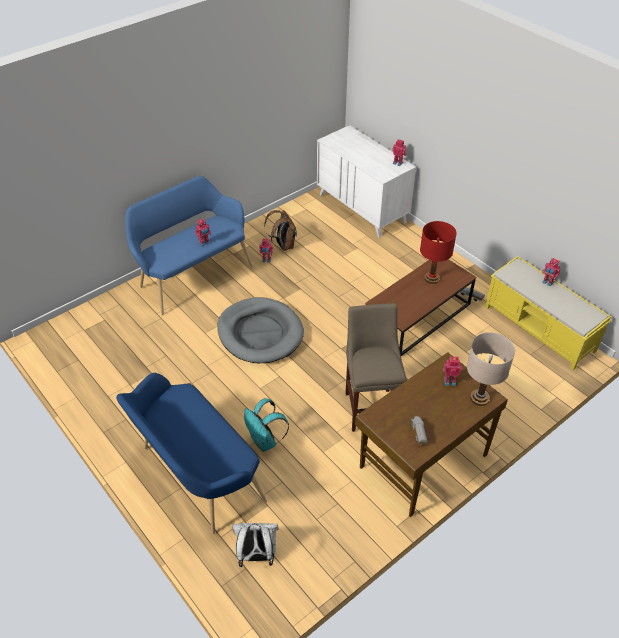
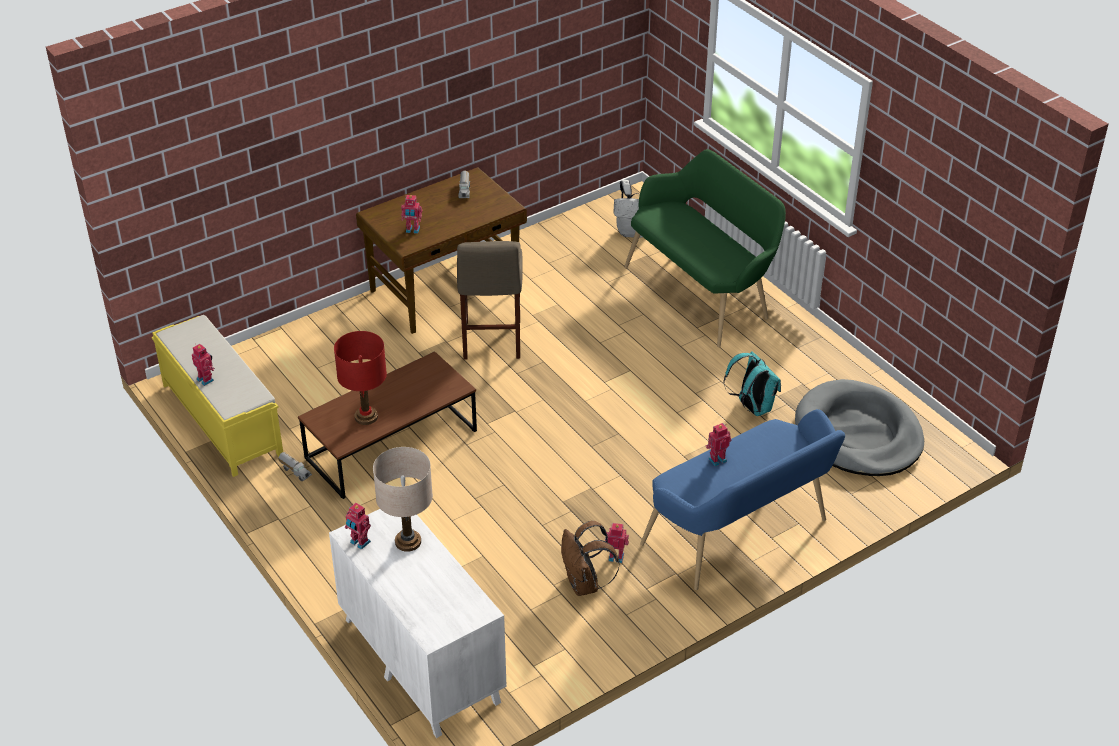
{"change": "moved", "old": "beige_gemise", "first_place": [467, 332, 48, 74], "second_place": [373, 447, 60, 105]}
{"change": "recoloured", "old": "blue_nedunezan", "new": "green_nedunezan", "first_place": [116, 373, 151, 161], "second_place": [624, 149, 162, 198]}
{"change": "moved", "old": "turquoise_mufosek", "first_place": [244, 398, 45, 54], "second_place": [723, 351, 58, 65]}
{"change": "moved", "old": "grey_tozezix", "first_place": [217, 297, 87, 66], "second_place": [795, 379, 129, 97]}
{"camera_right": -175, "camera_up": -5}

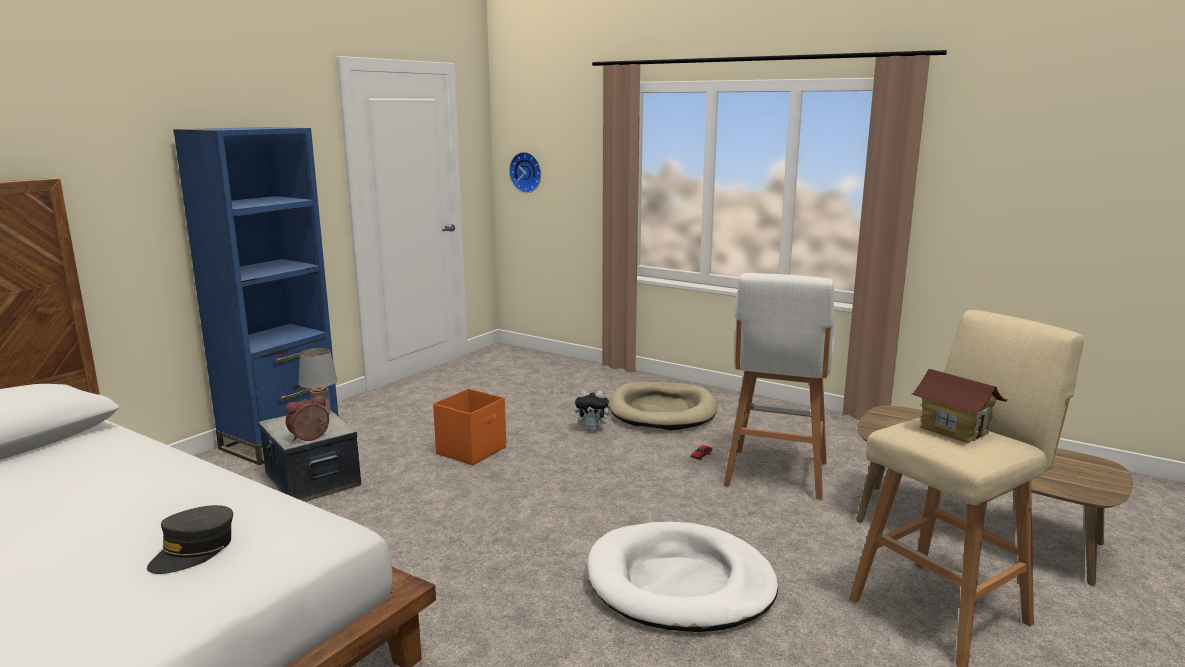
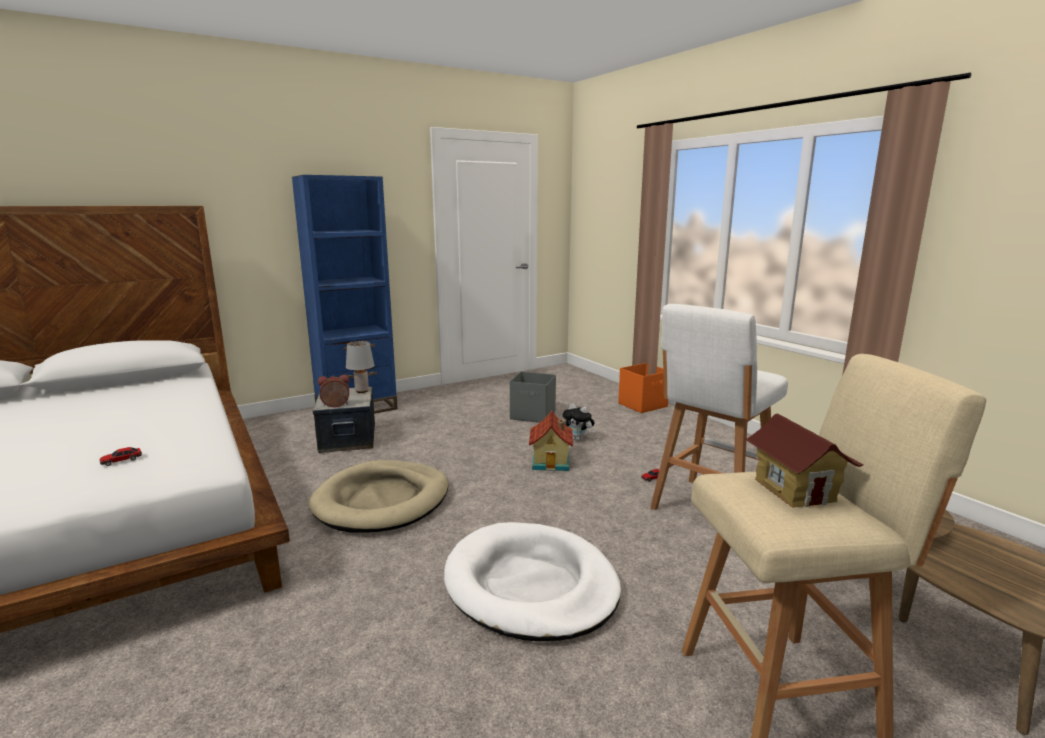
{"change": "replaced", "old": "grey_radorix", "new": "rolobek", "first_place": [147, 505, 86, 69], "second_place": [100, 447, 42, 19]}
{"change": "moved", "old": "beige_tozezix", "first_place": [609, 382, 108, 48], "second_place": [309, 460, 139, 73]}
{"change": "added", "new": "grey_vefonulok", "second_place": [510, 372, 46, 51]}
{"change": "added", "new": "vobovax", "second_place": [529, 411, 44, 60]}
{"change": "moved", "old": "orange_vefonulok", "first_place": [433, 389, 73, 76], "second_place": [618, 363, 50, 50]}
{"change": "removed", "old": "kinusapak", "first_place": [509, 152, 32, 41]}
{"camera_right": 25, "camera_up": 0}

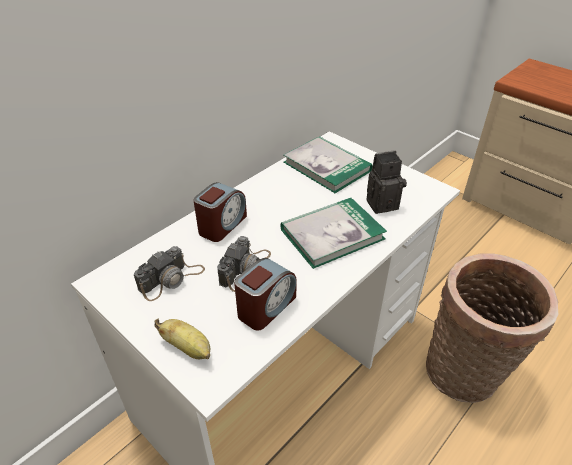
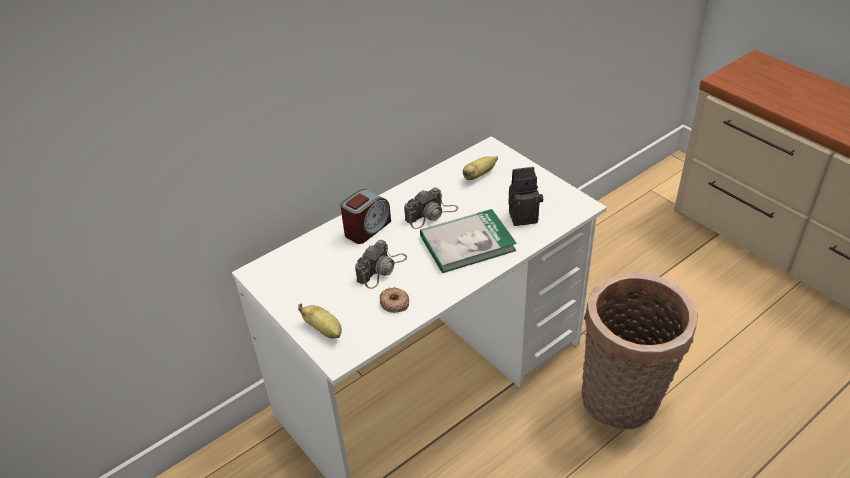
{"change": "replaced", "old": "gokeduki", "new": "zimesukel", "first_place": [234, 258, 63, 72], "second_place": [380, 287, 29, 26]}
{"change": "moved", "old": "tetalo", "first_place": [134, 246, 71, 55], "second_place": [404, 187, 54, 42]}
{"change": "replaced", "old": "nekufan", "new": "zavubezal", "first_place": [283, 136, 89, 57], "second_place": [463, 156, 35, 24]}
{"camera_right": 10, "camera_up": 0}

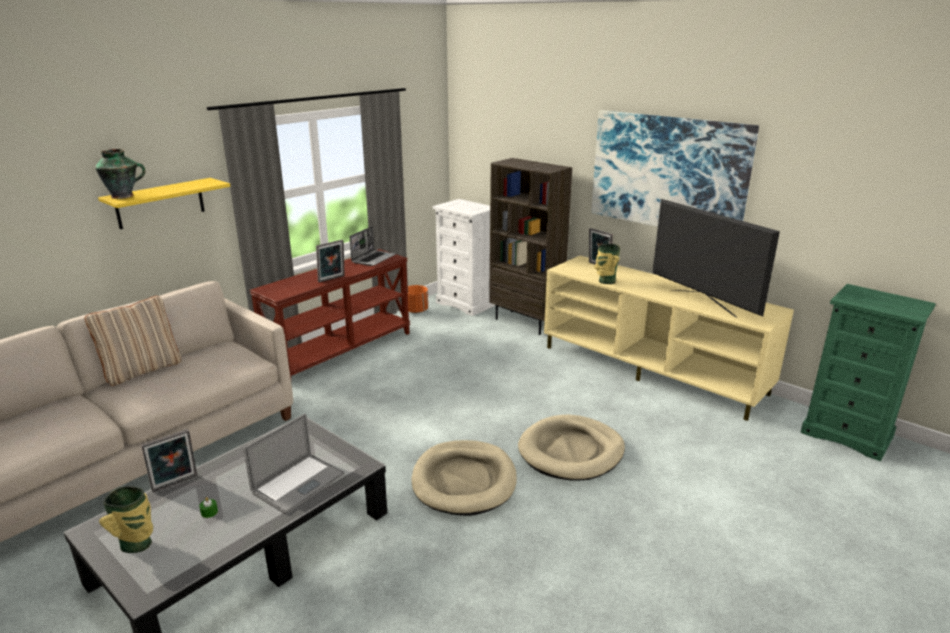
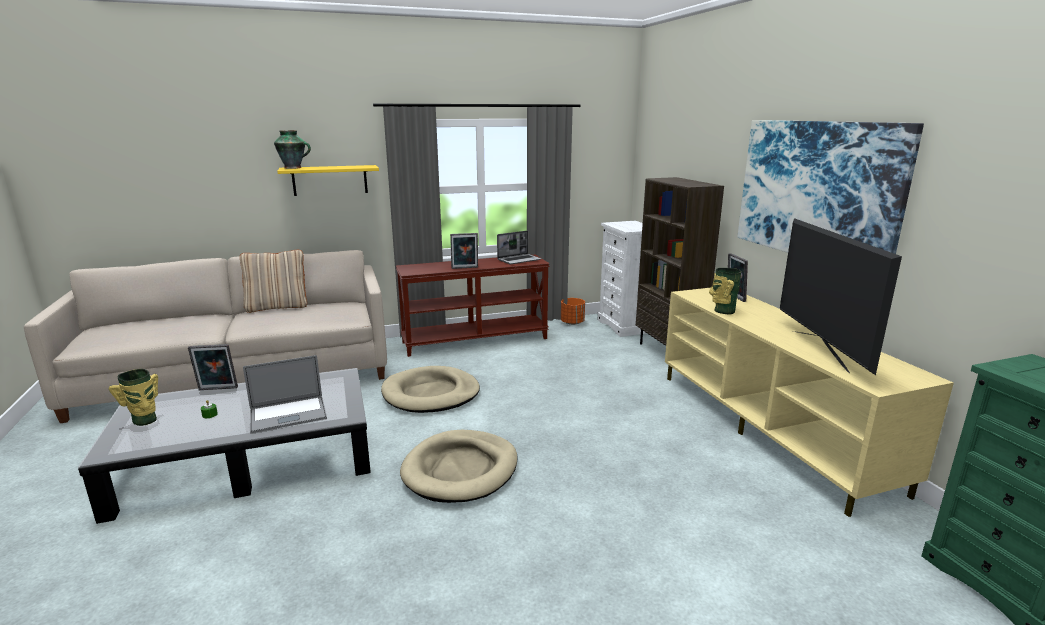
{"change": "moved", "old": "beige_tozezix", "first_place": [518, 415, 107, 66], "second_place": [381, 366, 99, 47]}
{"camera_right": 30, "camera_up": -5}

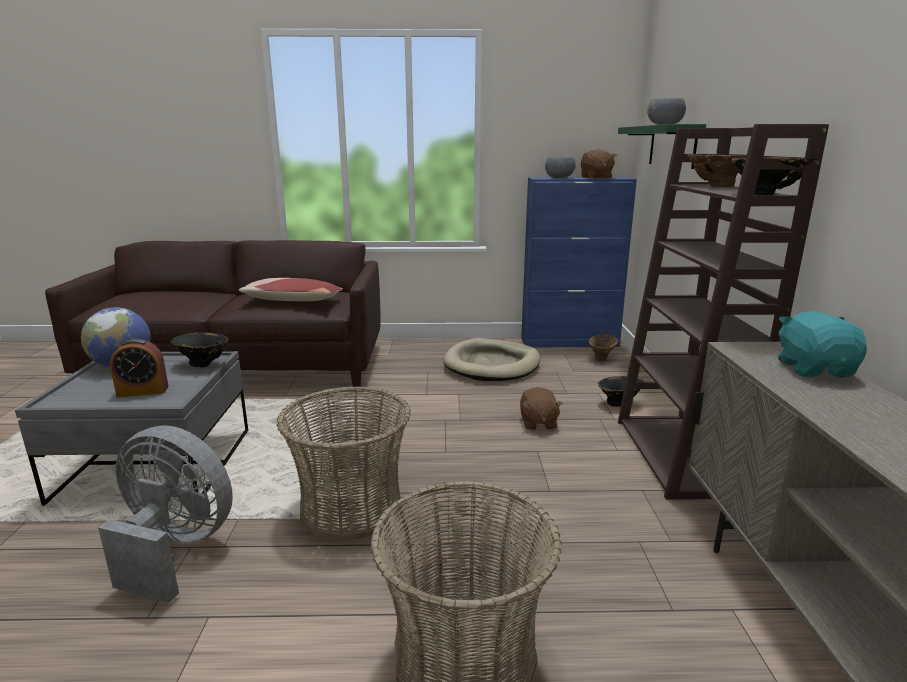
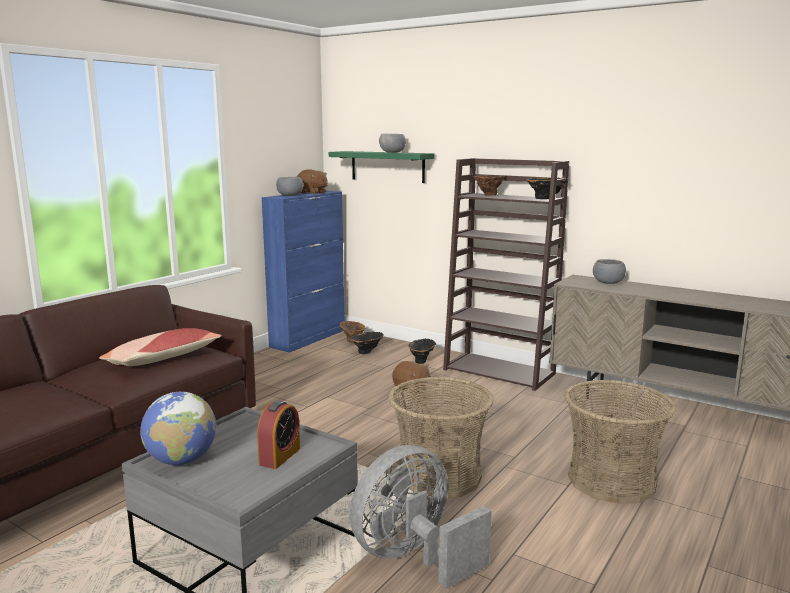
{"change": "moved", "old": "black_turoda", "first_place": [171, 332, 57, 35], "second_place": [351, 332, 33, 22]}
{"change": "replaced", "old": "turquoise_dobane", "new": "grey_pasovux", "first_place": [778, 311, 89, 66], "second_place": [593, 259, 33, 25]}
{"change": "removed", "old": "beige_tozezix", "first_place": [443, 338, 97, 43]}
{"camera_right": -55, "camera_up": -5}

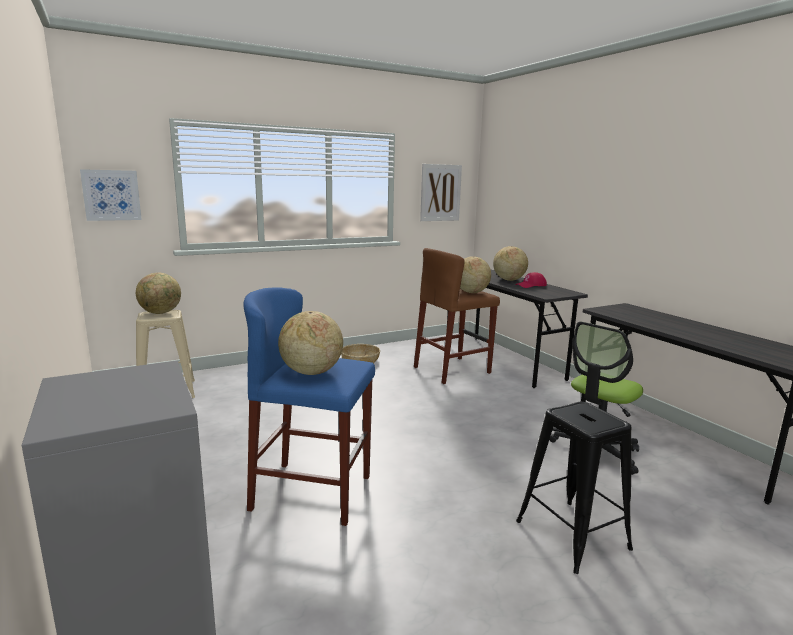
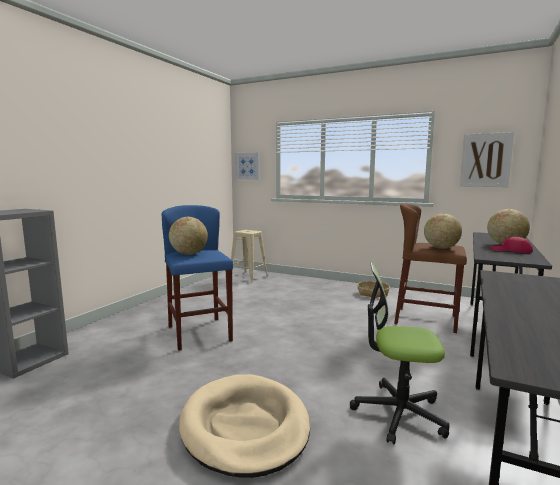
{"change": "replaced", "old": "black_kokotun", "new": "beige_tozezix", "first_place": [516, 402, 117, 172], "second_place": [179, 374, 131, 104]}
{"change": "removed", "old": "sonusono", "first_place": [136, 272, 45, 42]}
{"camera_right": 55, "camera_up": -5}

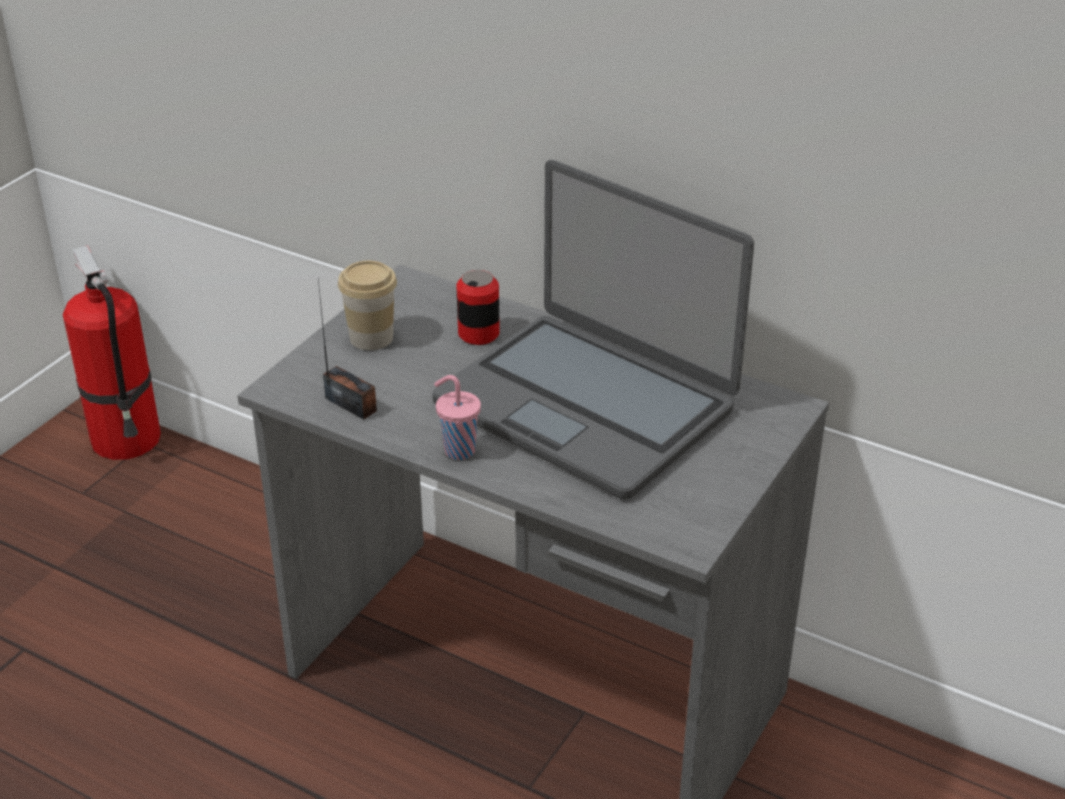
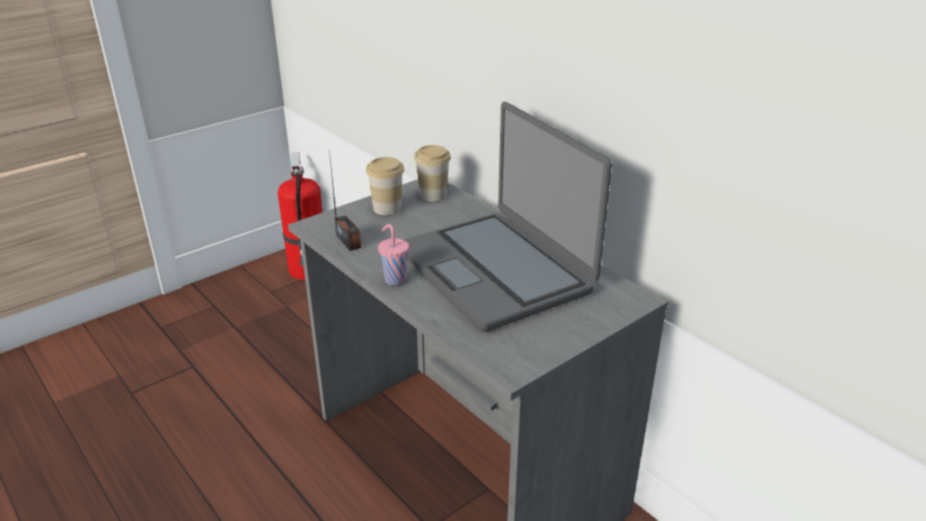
{"change": "added", "new": "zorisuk", "second_place": [414, 145, 37, 57]}
{"change": "removed", "old": "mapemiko", "first_place": [456, 270, 44, 75]}
{"camera_right": 20, "camera_up": -5}

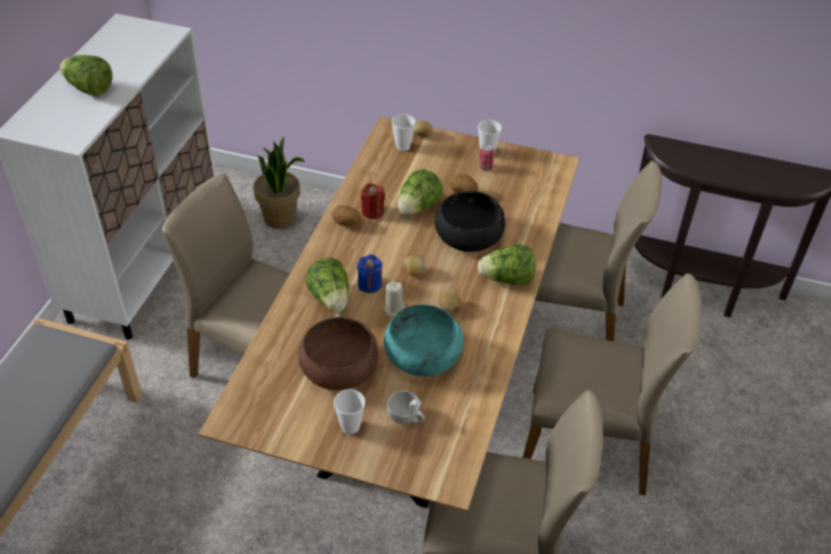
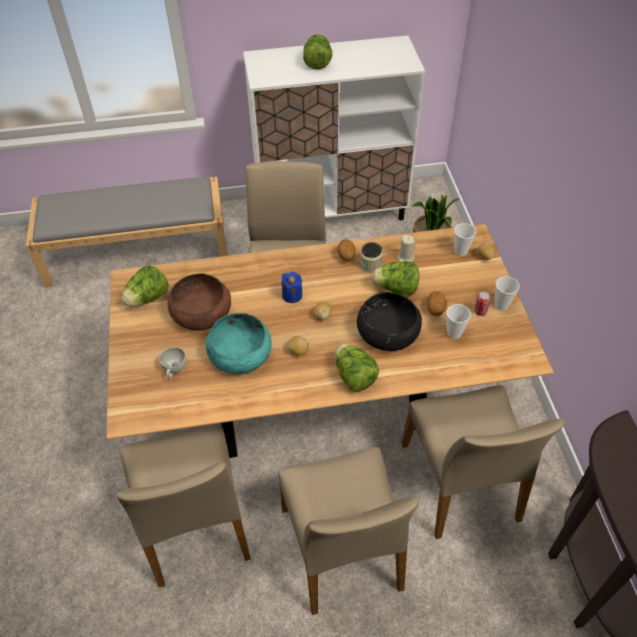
{"change": "moved", "old": "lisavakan", "first_place": [305, 258, 44, 54], "second_place": [121, 266, 47, 41]}
{"change": "replaced", "old": "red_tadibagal", "new": "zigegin", "first_place": [361, 183, 24, 36], "second_place": [360, 242, 23, 31]}
{"change": "moved", "old": "beige_tadibagal", "first_place": [384, 281, 21, 36], "second_place": [397, 235, 18, 27]}
{"change": "moved", "old": "zorisuk", "first_place": [334, 389, 31, 45], "second_place": [446, 304, 25, 35]}
{"camera_right": 65, "camera_up": 5}

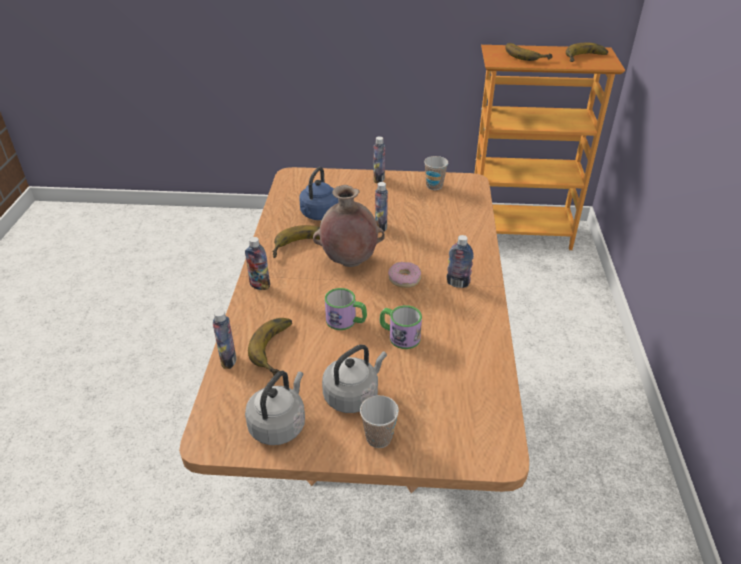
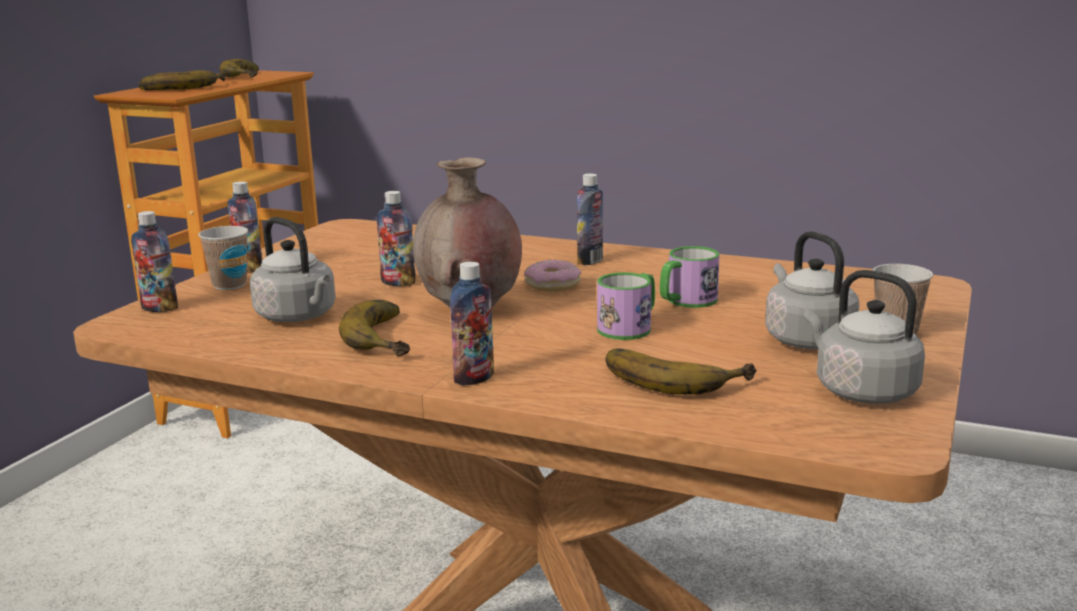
{"change": "moved", "old": "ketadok", "first_place": [213, 309, 23, 60], "second_place": [131, 211, 47, 101]}
{"change": "moved", "old": "zorisuk", "first_place": [424, 156, 24, 34], "second_place": [198, 226, 50, 64]}
{"change": "recoloured", "old": "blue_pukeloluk", "new": "grey_pukeloluk", "first_place": [299, 167, 40, 53], "second_place": [250, 217, 86, 105]}
{"camera_right": -70, "camera_up": -20}

